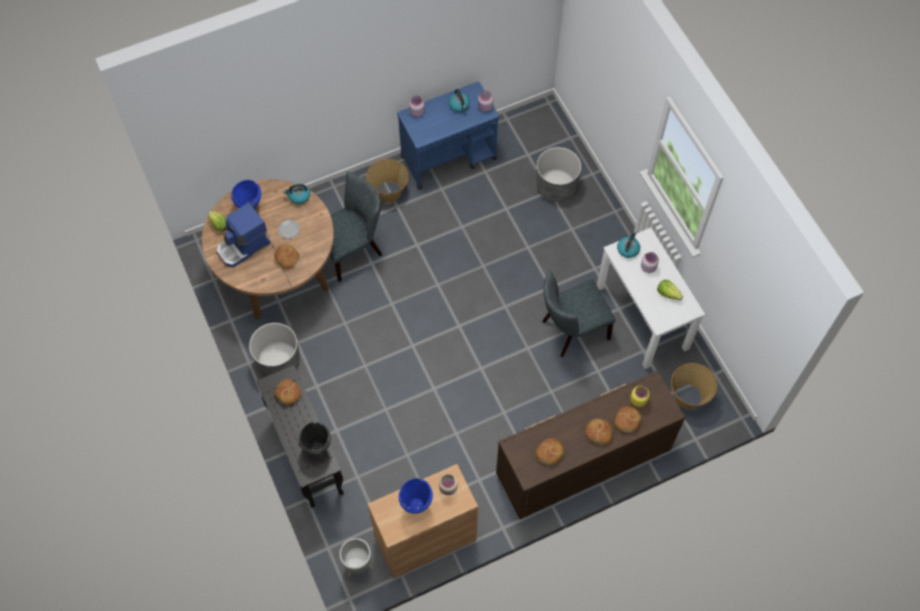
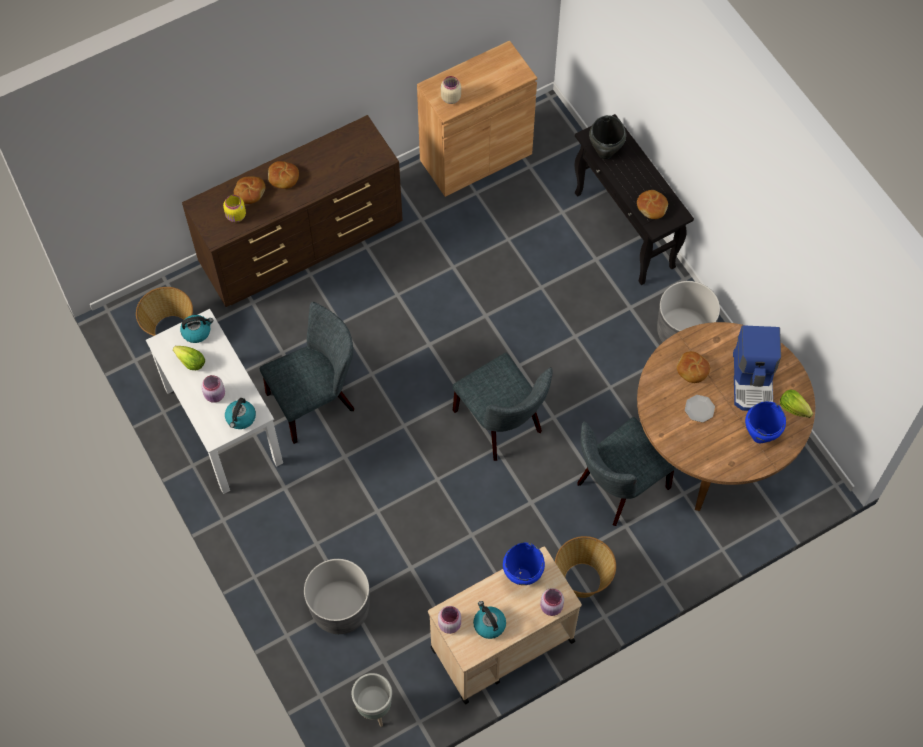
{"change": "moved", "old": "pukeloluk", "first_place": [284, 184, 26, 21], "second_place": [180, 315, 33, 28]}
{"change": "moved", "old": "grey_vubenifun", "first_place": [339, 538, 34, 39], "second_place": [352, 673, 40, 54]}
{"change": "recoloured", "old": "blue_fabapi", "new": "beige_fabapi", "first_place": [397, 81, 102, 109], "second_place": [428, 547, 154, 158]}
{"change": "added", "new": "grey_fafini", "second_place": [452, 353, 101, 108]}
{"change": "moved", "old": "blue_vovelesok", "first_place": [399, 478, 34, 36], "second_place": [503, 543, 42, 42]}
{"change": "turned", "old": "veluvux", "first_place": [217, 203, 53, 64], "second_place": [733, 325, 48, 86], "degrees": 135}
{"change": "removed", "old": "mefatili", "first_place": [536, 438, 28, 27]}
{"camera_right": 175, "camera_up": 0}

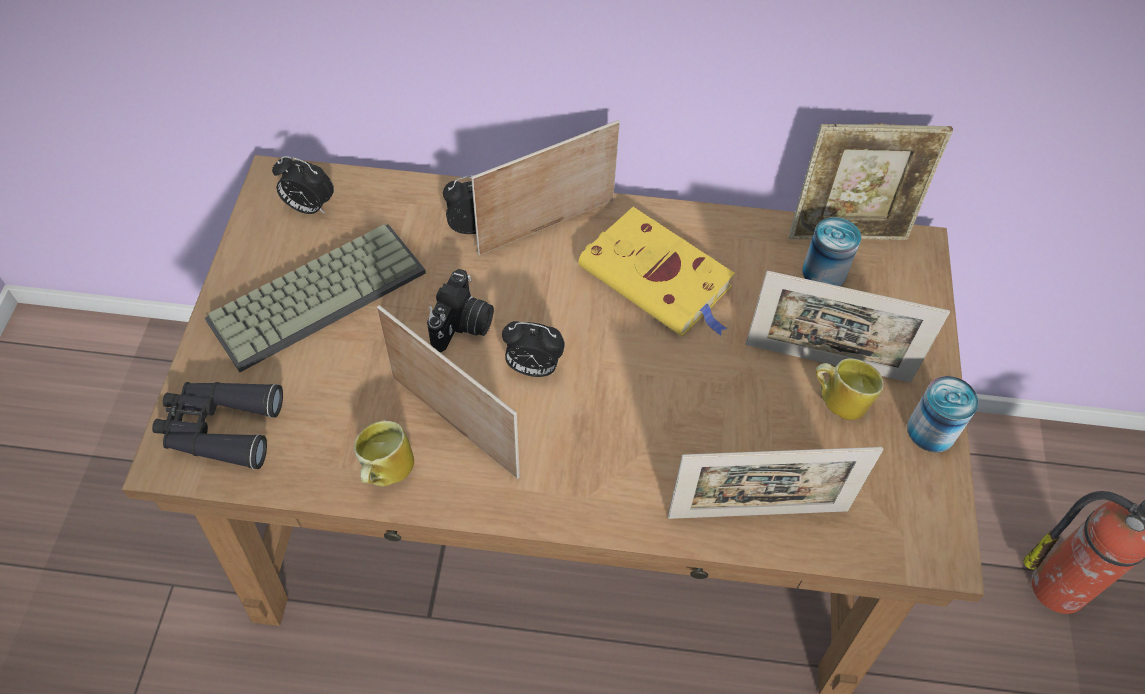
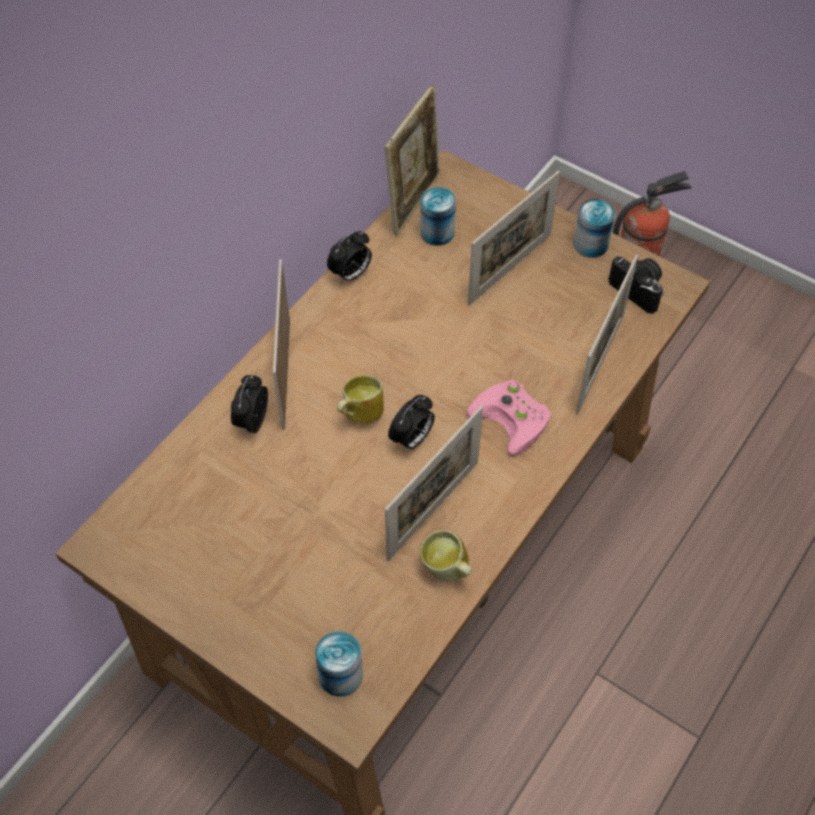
{"change": "replaced", "old": "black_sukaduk", "new": "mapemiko", "first_place": [152, 382, 131, 87], "second_place": [315, 631, 48, 66]}
{"change": "moved", "old": "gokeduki", "first_place": [272, 156, 62, 58], "second_place": [327, 230, 45, 54]}
{"change": "moved", "old": "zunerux", "first_place": [816, 358, 68, 62], "second_place": [337, 375, 47, 48]}
{"change": "turned", "old": "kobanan", "first_place": [377, 305, 143, 174], "second_place": [385, 406, 98, 155], "degrees": 150}
{"change": "added", "new": "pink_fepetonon", "second_place": [466, 380, 85, 76]}
{"change": "moved", "old": "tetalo", "first_place": [427, 269, 67, 84], "second_place": [609, 256, 55, 58]}
{"change": "removed", "old": "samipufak", "first_place": [205, 224, 221, 149]}
{"change": "removed", "old": "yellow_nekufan", "first_place": [578, 207, 157, 129]}
{"camera_right": -60, "camera_up": 0}

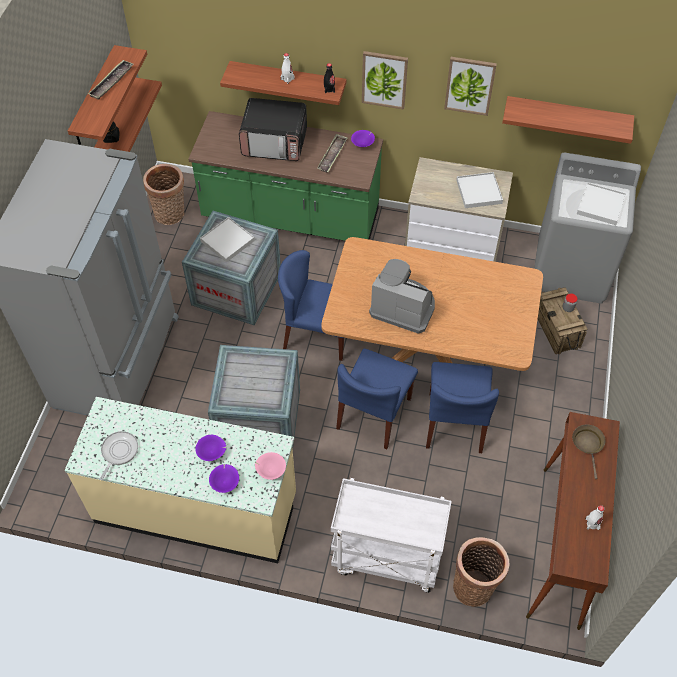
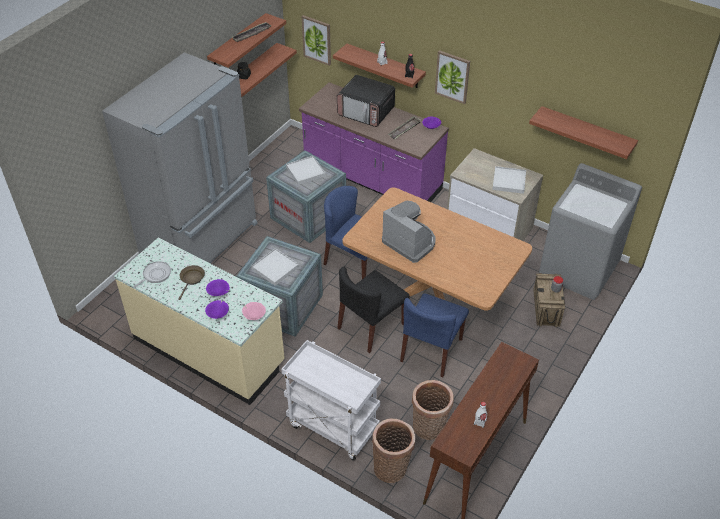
{"change": "moved", "old": "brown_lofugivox", "first_place": [572, 424, 33, 55], "second_place": [178, 265, 27, 35]}
{"change": "moved", "old": "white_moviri", "first_place": [577, 182, 49, 43], "second_place": [251, 248, 48, 38]}
{"change": "recoloured", "old": "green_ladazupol", "new": "purple_ladazupol", "first_place": [188, 111, 195, 130], "second_place": [299, 82, 150, 120]}
{"change": "moved", "old": "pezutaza", "first_place": [444, 57, 53, 59], "second_place": [302, 15, 29, 51]}
{"change": "recoloured", "old": "blue_fafini", "new": "black_fafini", "first_place": [336, 349, 82, 100], "second_place": [337, 267, 73, 86]}
{"change": "moved", "old": "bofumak", "first_place": [143, 164, 41, 61], "second_place": [412, 380, 42, 60]}
{"camera_right": 20, "camera_up": -10}

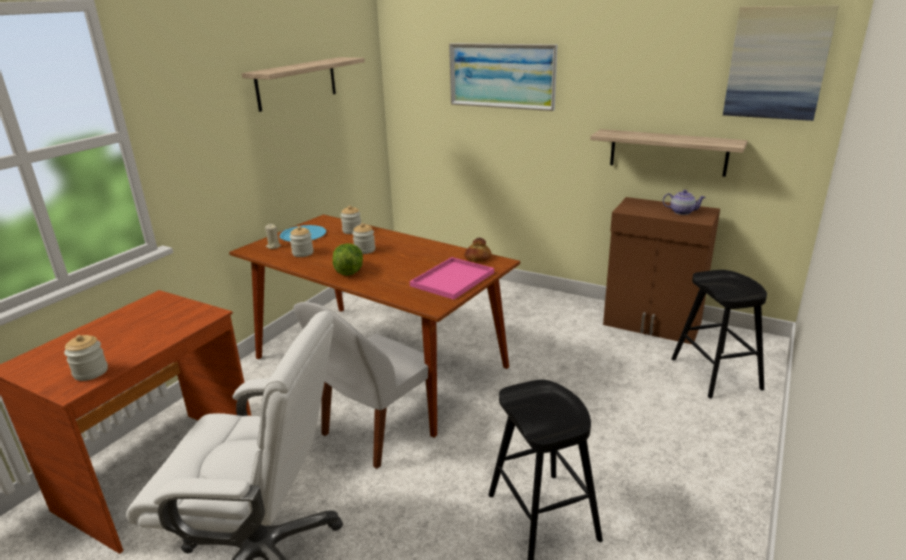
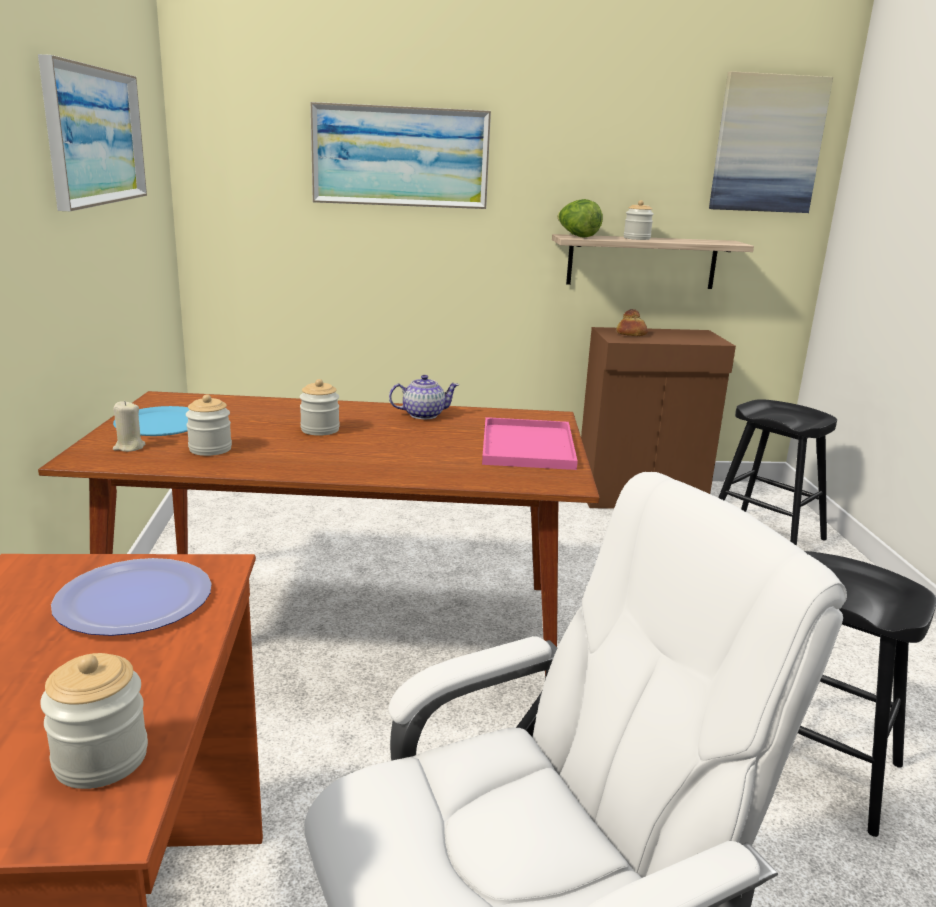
{"change": "replaced", "old": "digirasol", "new": "pezutaza", "first_place": [242, 57, 123, 55], "second_place": [38, 54, 109, 157]}
{"change": "added", "new": "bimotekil", "second_place": [51, 558, 161, 78]}
{"change": "moved", "old": "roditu", "first_place": [663, 190, 43, 25], "second_place": [389, 375, 70, 45]}
{"change": "moved", "old": "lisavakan", "first_place": [333, 243, 30, 33], "second_place": [557, 199, 46, 39]}
{"change": "moved", "old": "mefatili", "first_place": [464, 238, 28, 24], "second_place": [616, 309, 32, 27]}
{"change": "moved", "old": "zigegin", "first_place": [341, 206, 20, 28], "second_place": [624, 200, 30, 40]}
{"change": "removed", "old": "white_fafini", "first_place": [293, 302, 135, 167]}
{"camera_right": -35, "camera_up": -5}

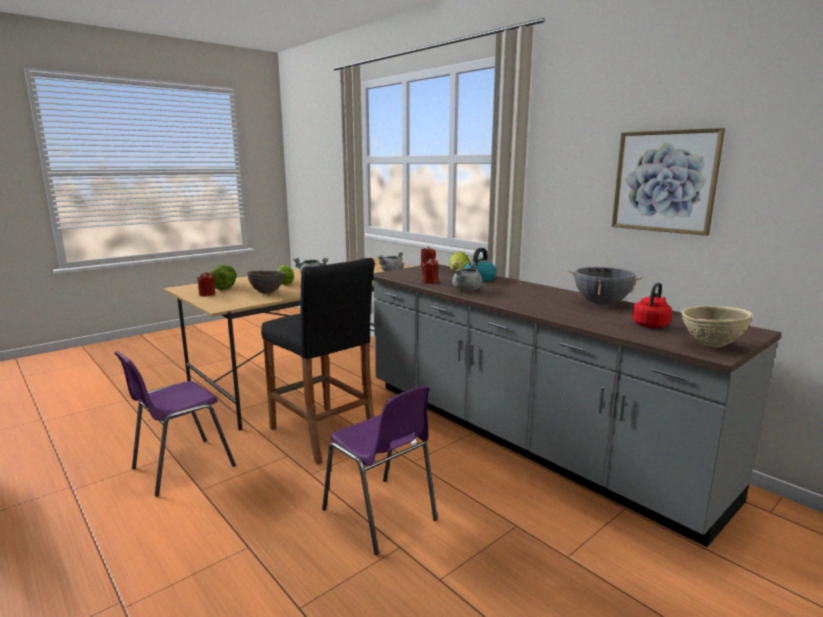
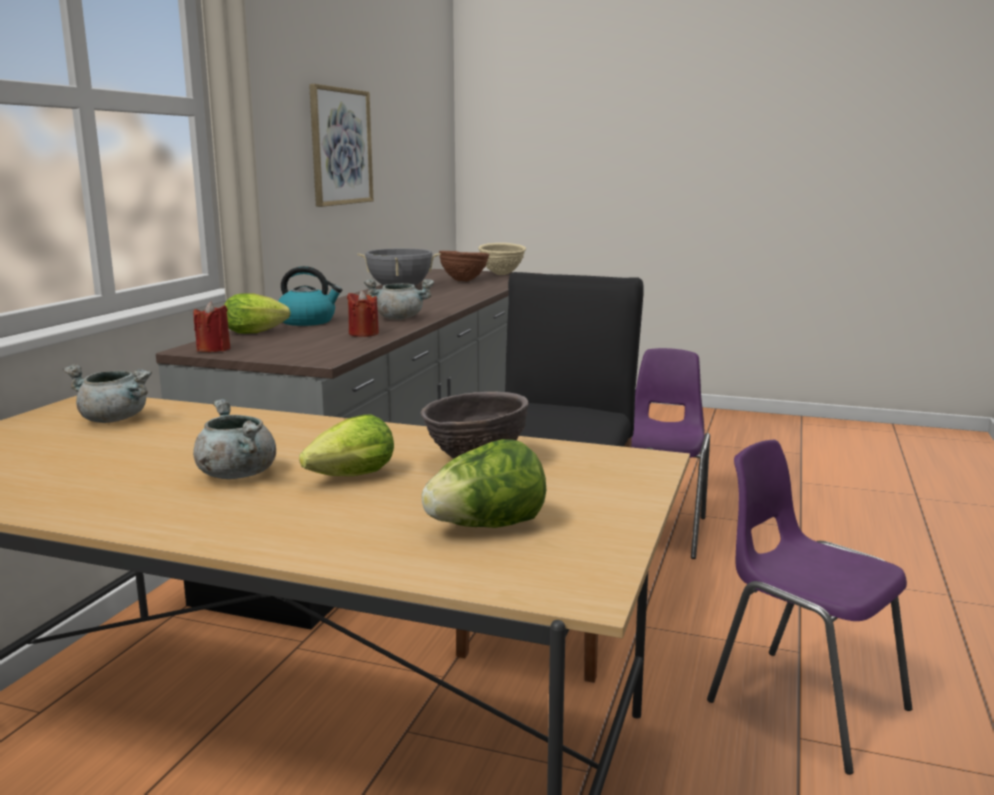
{"change": "replaced", "old": "red_pukeloluk", "new": "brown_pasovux", "first_place": [632, 282, 40, 46], "second_place": [439, 251, 50, 31]}
{"change": "turned", "old": "purple_fafini", "first_place": [114, 351, 122, 146], "second_place": [707, 440, 205, 335], "degrees": -150}
{"change": "removed", "old": "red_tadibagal", "first_place": [197, 272, 19, 25]}
{"camera_right": -120, "camera_up": 0}

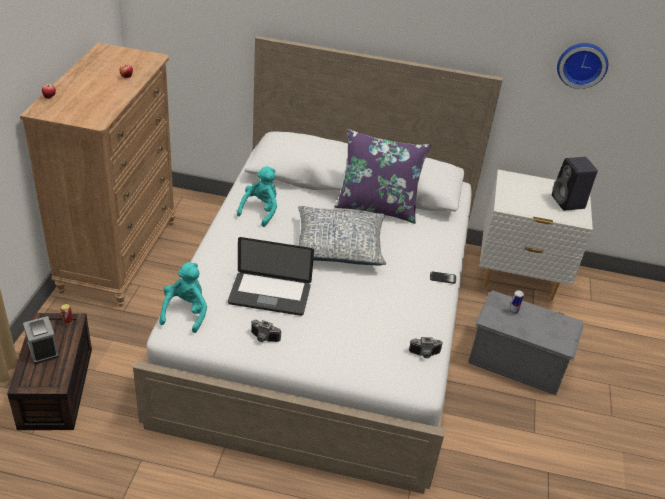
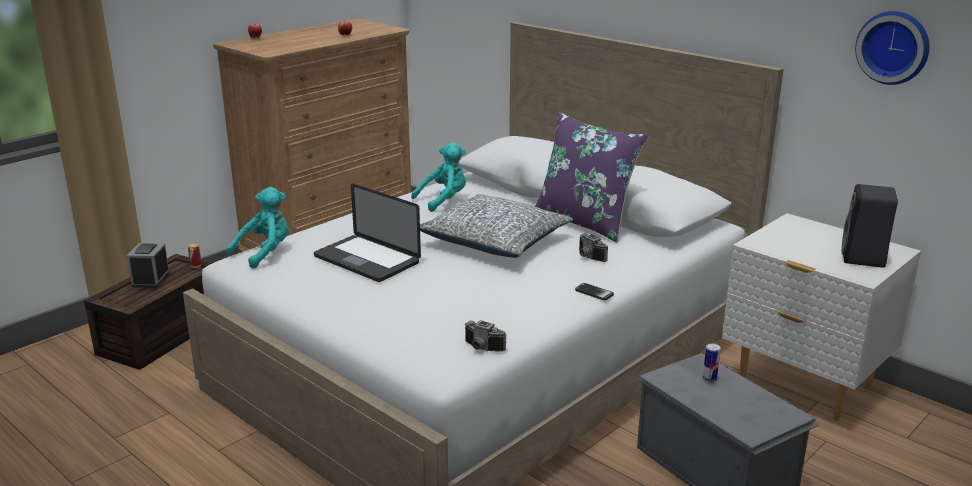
{"change": "moved", "old": "tetalo", "first_place": [251, 320, 30, 22], "second_place": [579, 234, 29, 28]}
{"camera_right": 35, "camera_up": -15}

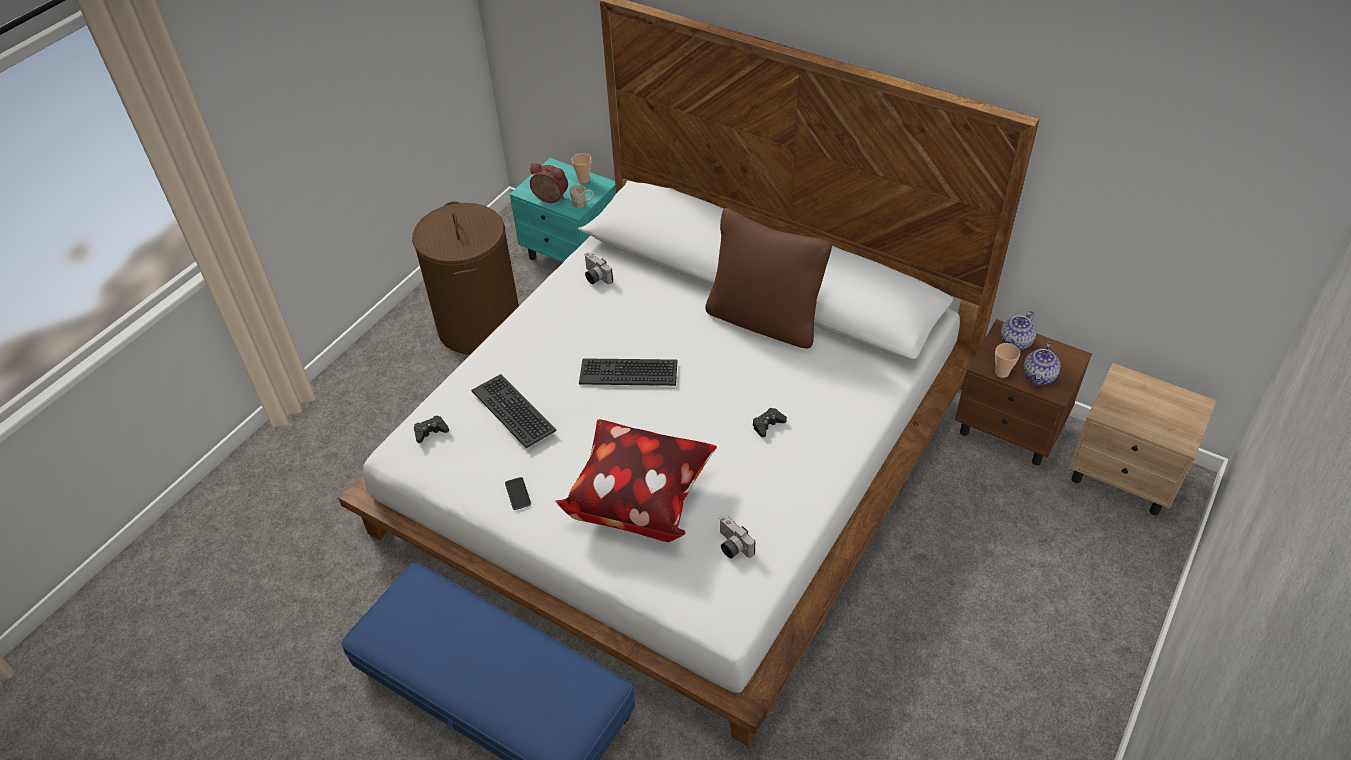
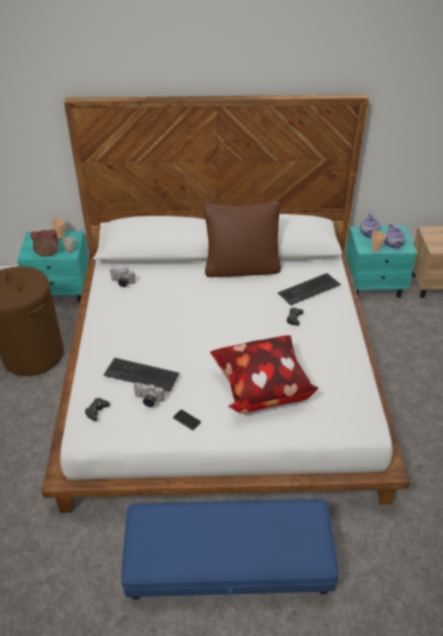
{"change": "moved", "old": "tetalo", "first_place": [720, 515, 35, 44], "second_place": [134, 383, 30, 24]}
{"change": "moved", "old": "samipufak", "first_place": [579, 358, 98, 28], "second_place": [278, 273, 63, 32]}
{"change": "recoloured", "old": "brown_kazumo", "new": "turquoise_kazumo", "first_place": [955, 319, 137, 146], "second_place": [346, 226, 72, 72]}
{"camera_right": -35, "camera_up": -5}

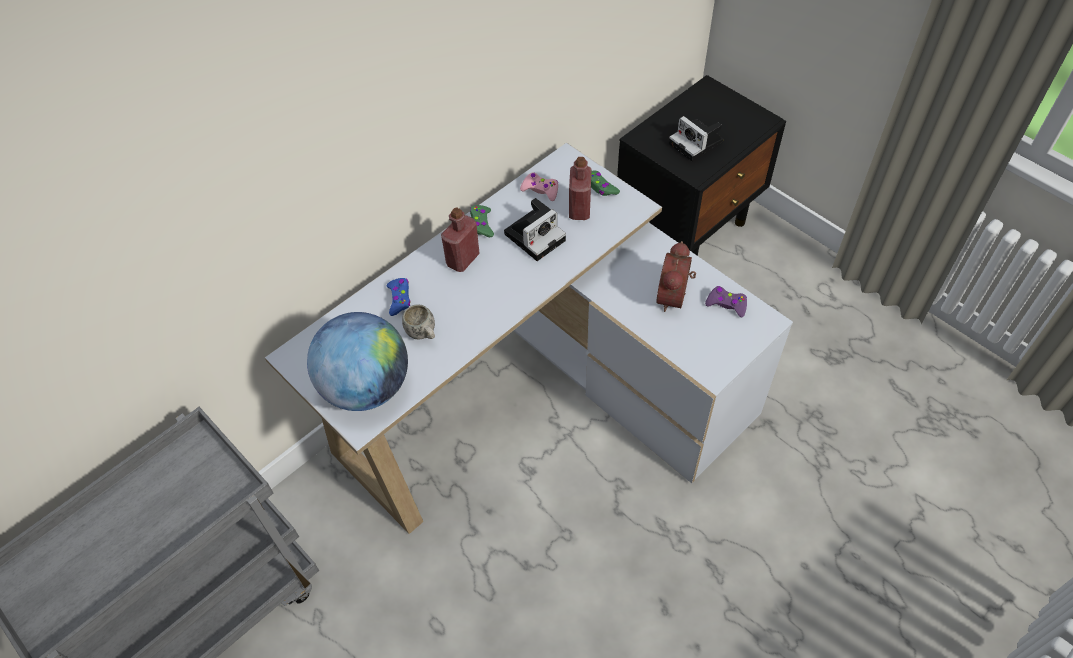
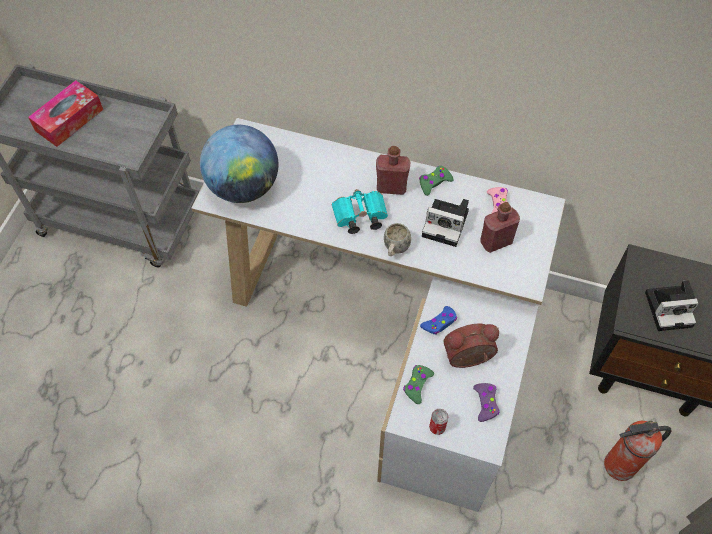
{"change": "added", "new": "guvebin", "second_place": [28, 80, 75, 67]}
{"change": "added", "new": "turquoise_sukaduk", "second_place": [332, 189, 56, 45]}
{"change": "moved", "old": "white_zunerux", "first_place": [402, 304, 33, 36], "second_place": [384, 223, 27, 33]}
{"change": "moved", "old": "green_fepetonon", "first_place": [591, 170, 29, 26], "second_place": [403, 365, 31, 39]}
{"change": "moved", "old": "blue_fepetonon", "first_place": [387, 278, 24, 38], "second_place": [420, 306, 37, 29]}
{"change": "added", "new": "mapemiko", "second_place": [429, 409, 19, 26]}
{"change": "added", "new": "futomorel", "second_place": [604, 421, 68, 60]}
{"change": "turned", "old": "tetalo", "first_place": [669, 116, 54, 46], "second_place": [645, 280, 54, 51], "degrees": -120}
{"camera_right": 60, "camera_up": 5}

